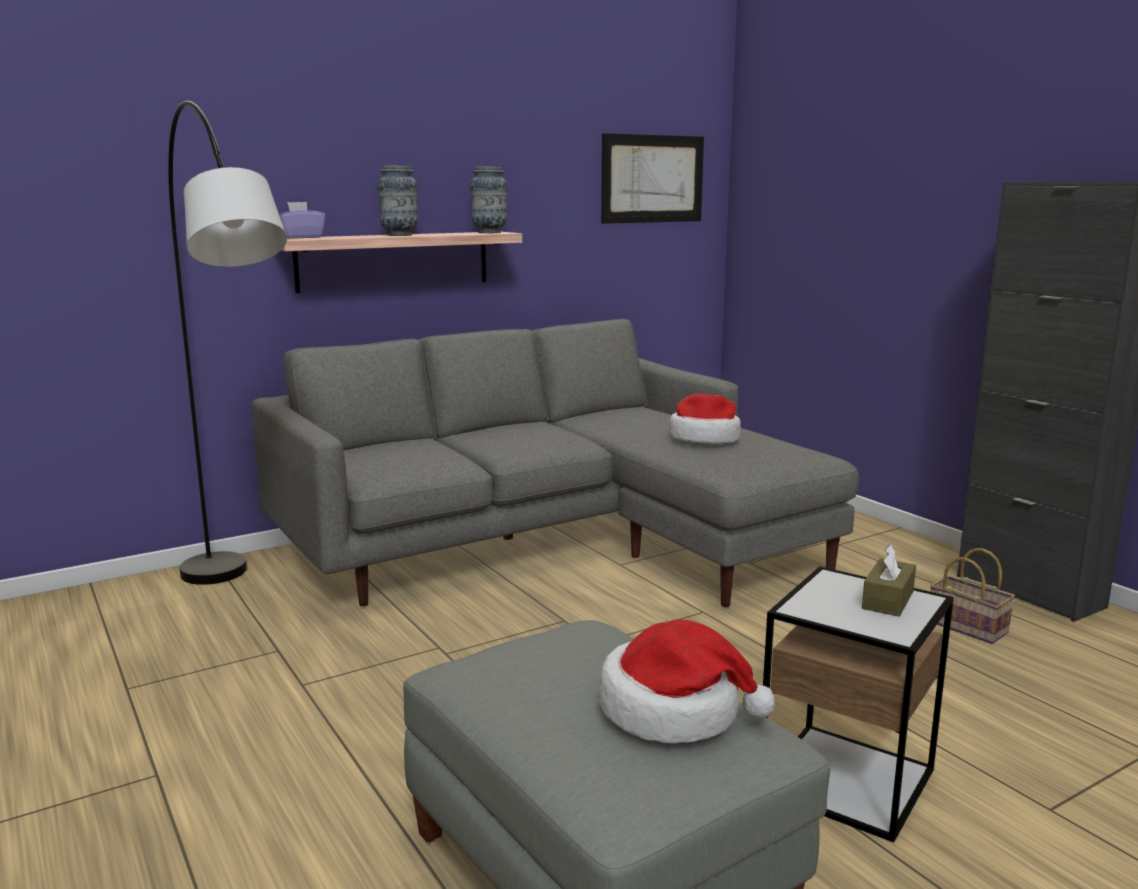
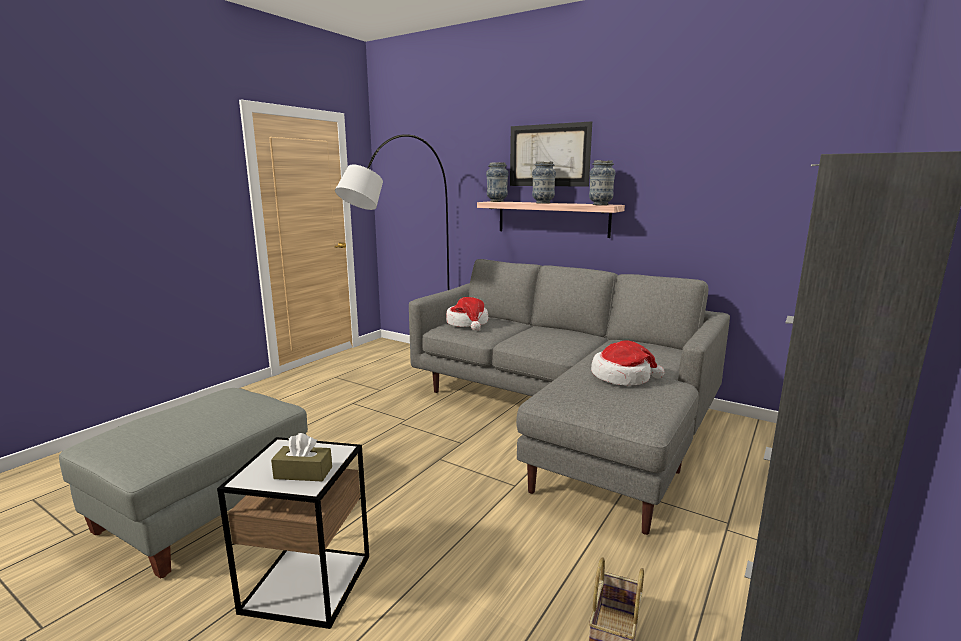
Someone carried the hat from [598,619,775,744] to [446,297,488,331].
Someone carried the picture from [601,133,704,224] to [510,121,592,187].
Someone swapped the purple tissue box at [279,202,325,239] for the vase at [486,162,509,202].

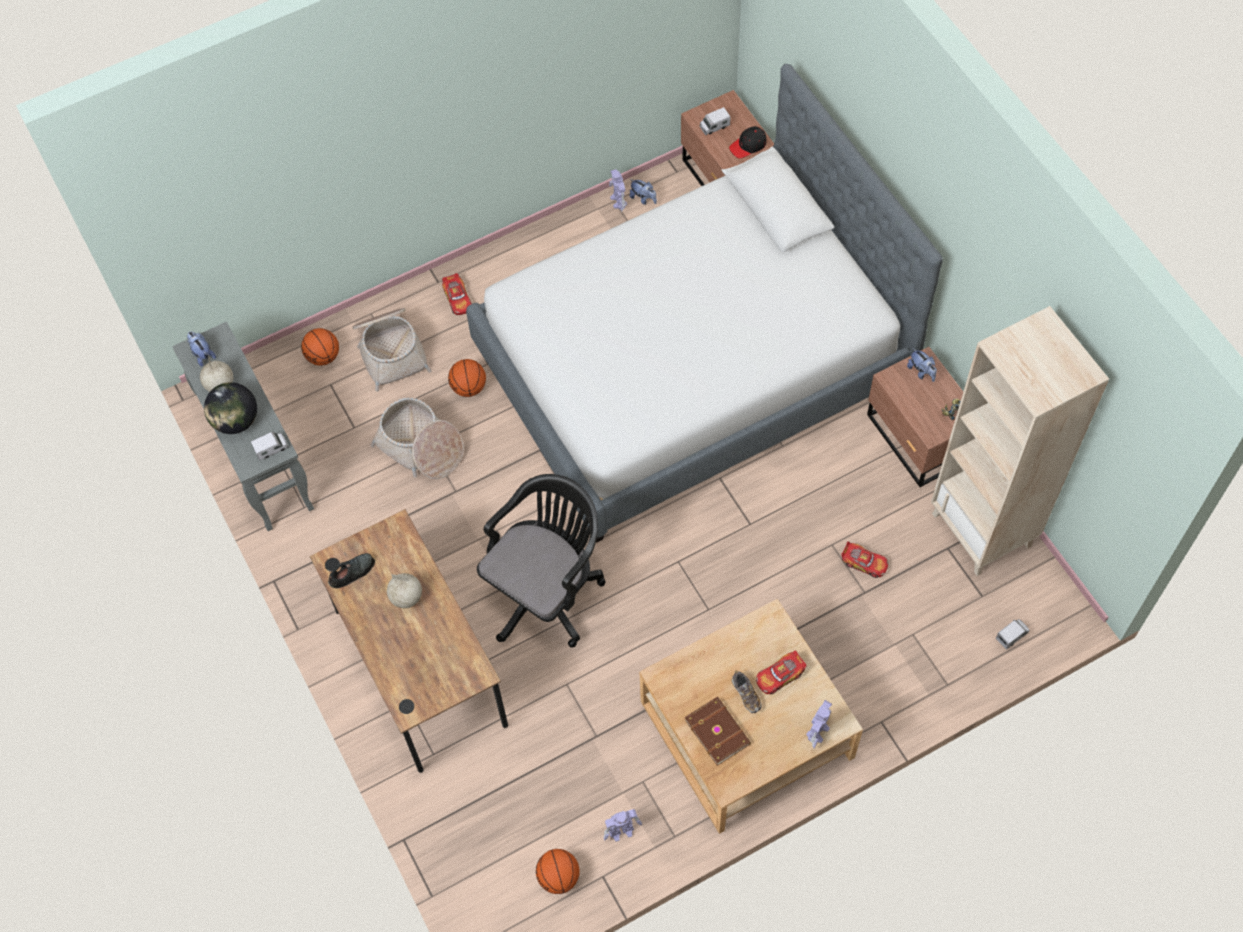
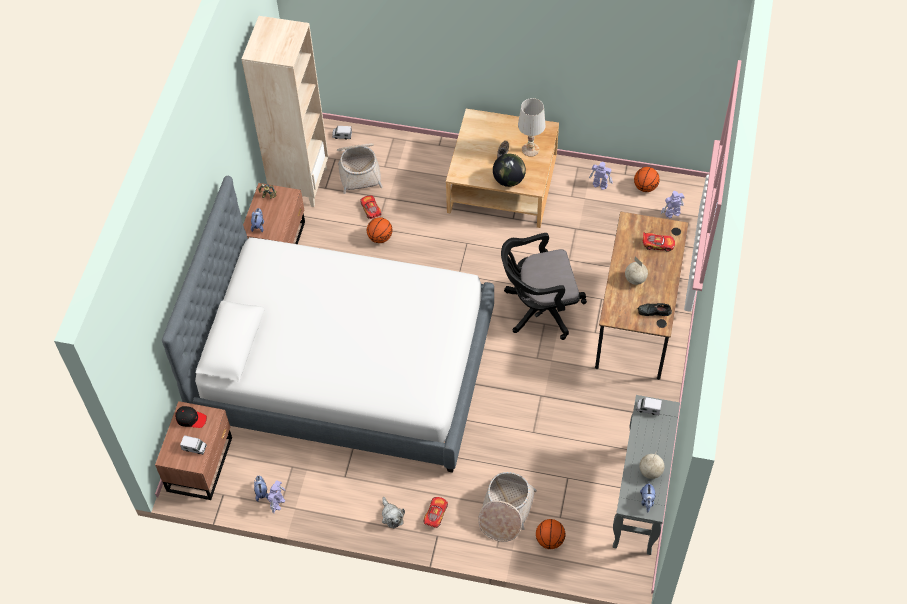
Someone put down the plush toy at [382,497,405,529].
Someone carried the globe from [204,382,257,434] to [493,154,526,187].
Someone carried the basket from [371,398,464,479] to [337,143,383,194].
Someone carried the basketball from [448,359,486,397] to [367,217,393,243].
Someone carried the toy car from [756,650,807,694] to [643,232,675,252].
Someone carried the toy robot from [806,700,832,748] to [661,191,684,218].
Someone swapped the brown book at [685,697,751,766] for the white table lamp at [518,98,546,157].

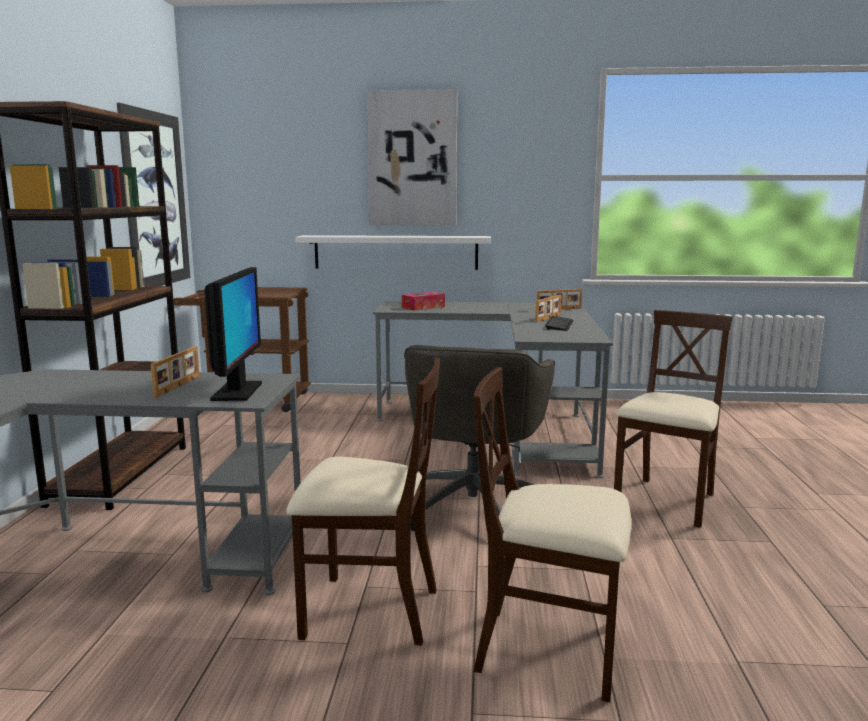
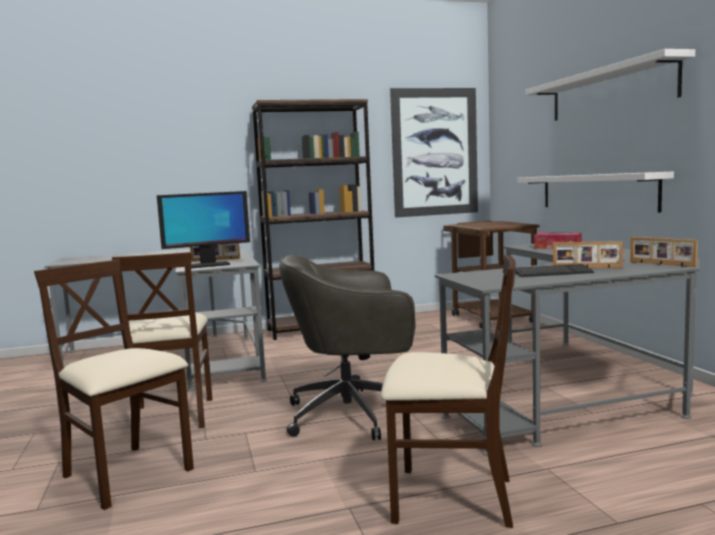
Someone swapped the picture at [366,89,457,226] for the white shelf at [525,49,695,121].
Someone rotated the beige chair at [473,367,631,702] by 45 degrees counterclockwise.

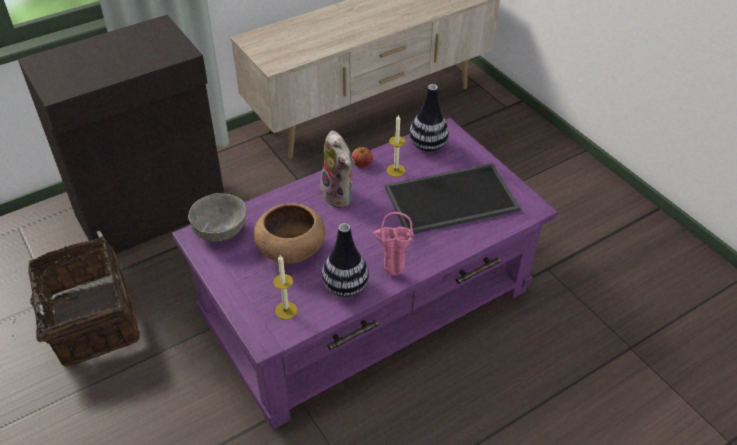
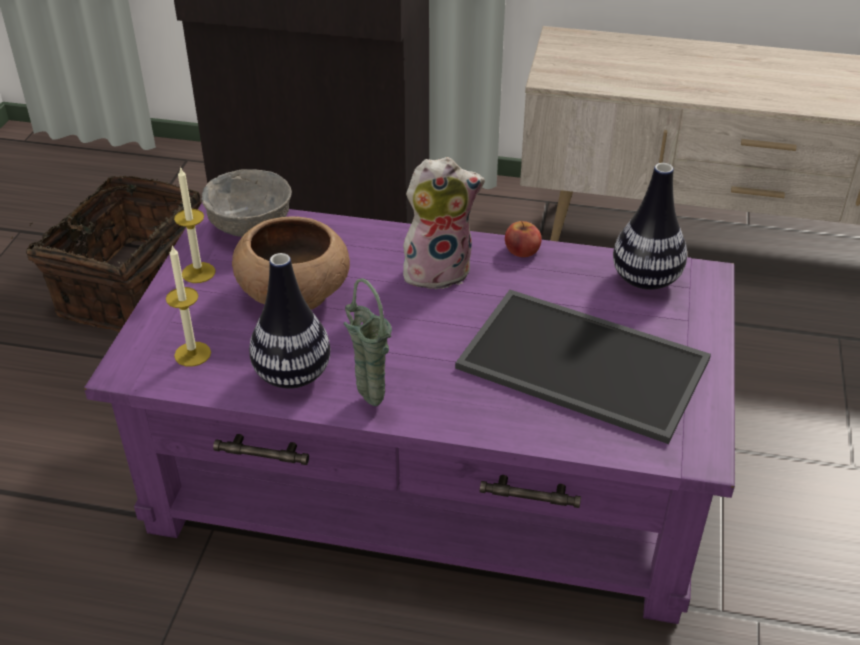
Someone carried the candle from [387,114,405,177] to [174,166,215,283].
Someone repainted the pink vase at [373,212,414,275], which became the green vase at [344,278,392,406].
Someone rotated the plush toy at [320,130,355,208] by 120 degrees counterclockwise.

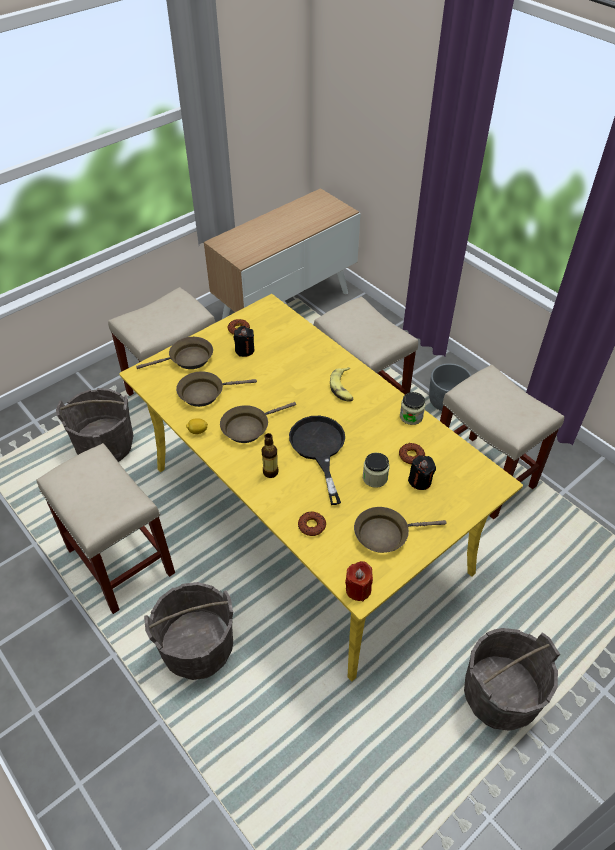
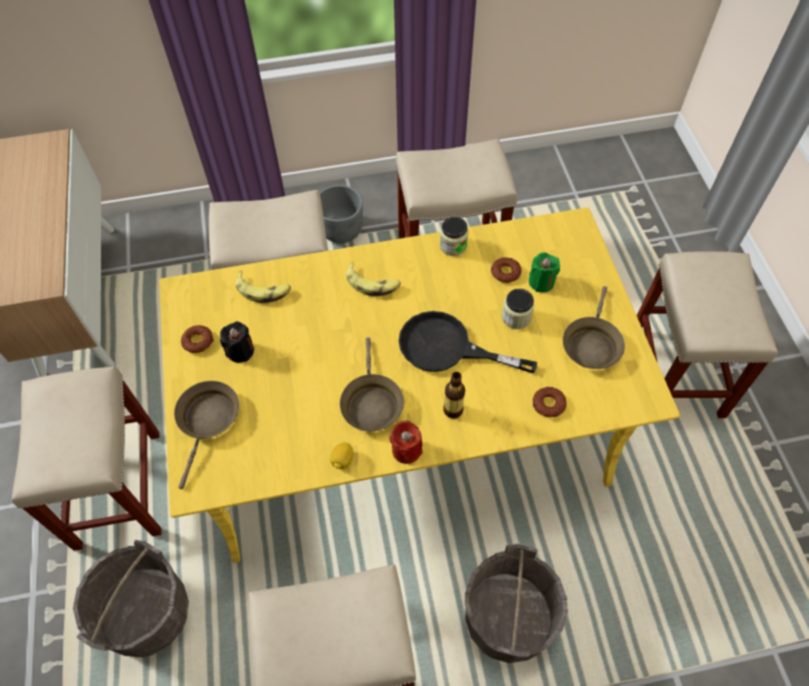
Someone took away the brown frying pan at [176,371,257,407].
Someone put down the banana at [235,270,291,303].
Someone carried the red candle from [345,561,373,602] to [389,420,423,464].
Someone swapped the grey bucket at [464,628,560,731] for the beige stool at [637,251,778,418].
Someone repainted the black candle at [408,455,436,490], which became the green candle at [529,253,560,292].

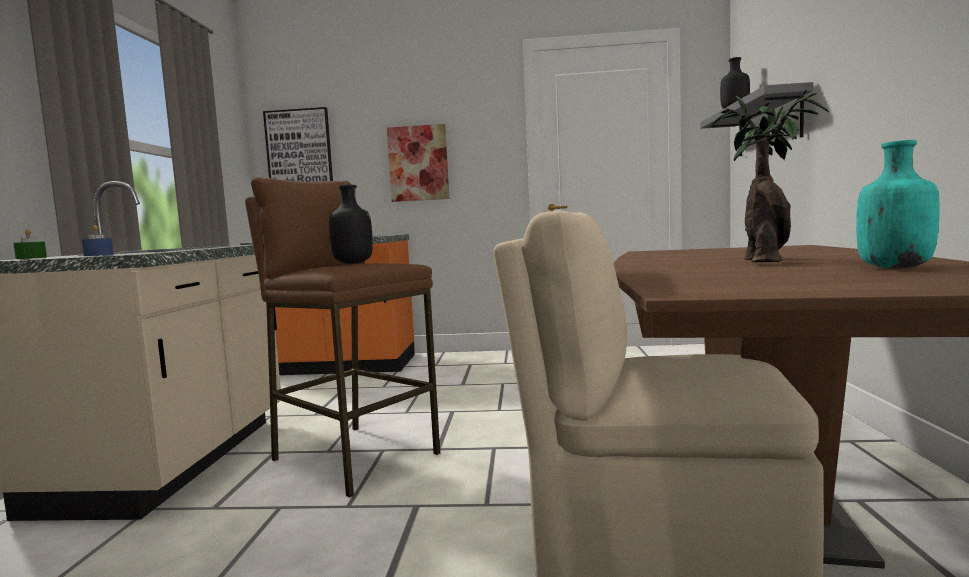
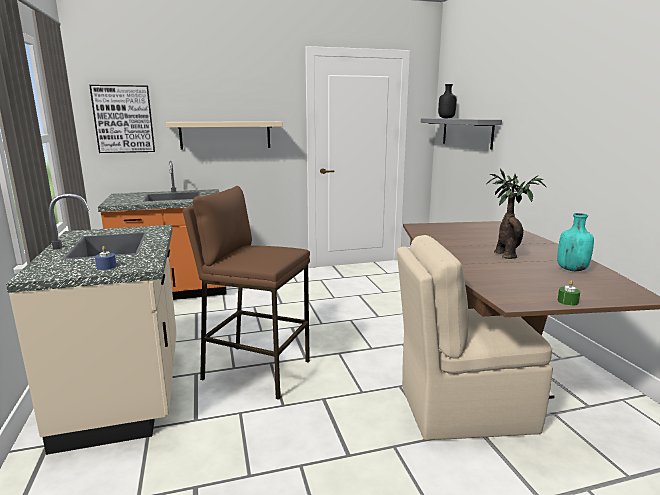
Someone took away the black bottle at [329,185,373,264].
Someone carried the green candle from [13,229,47,259] to [558,280,580,306].
Someone swapped the picture at [387,124,449,202] for the beige shelf at [166,121,283,150].

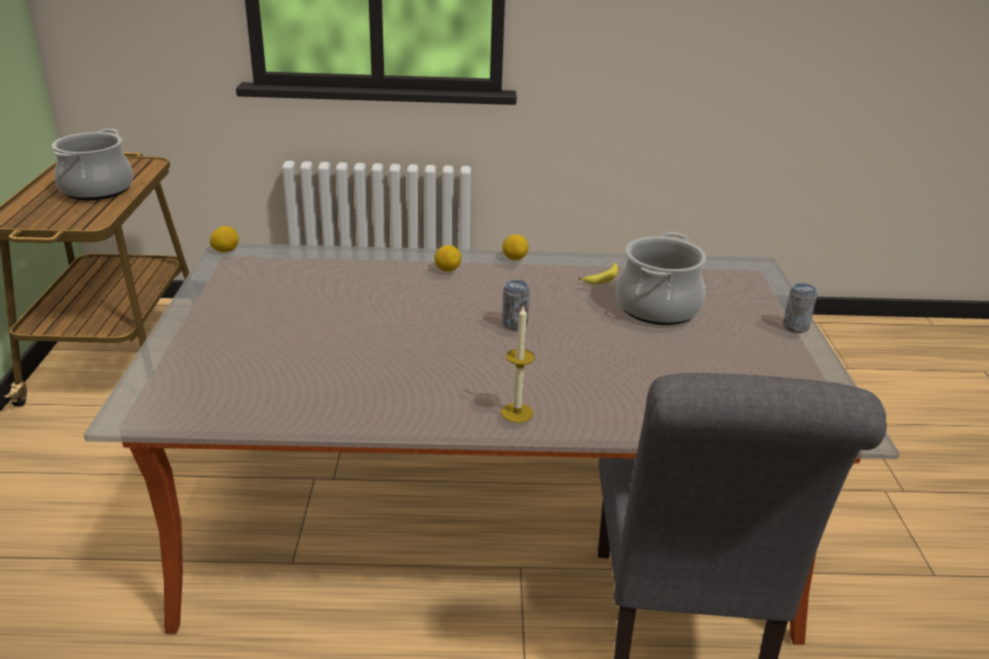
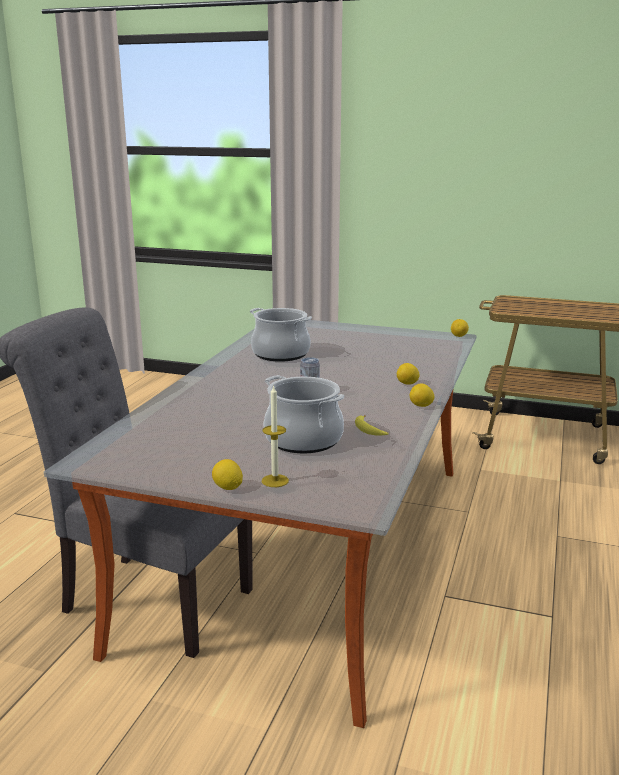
Someone carried the cooking pot from [52,129,133,200] to [250,308,312,362].
Someone carried the candle from [501,305,535,423] to [262,385,289,487].
Someone swapped the can at [783,283,817,333] for the lemon at [212,459,243,490].

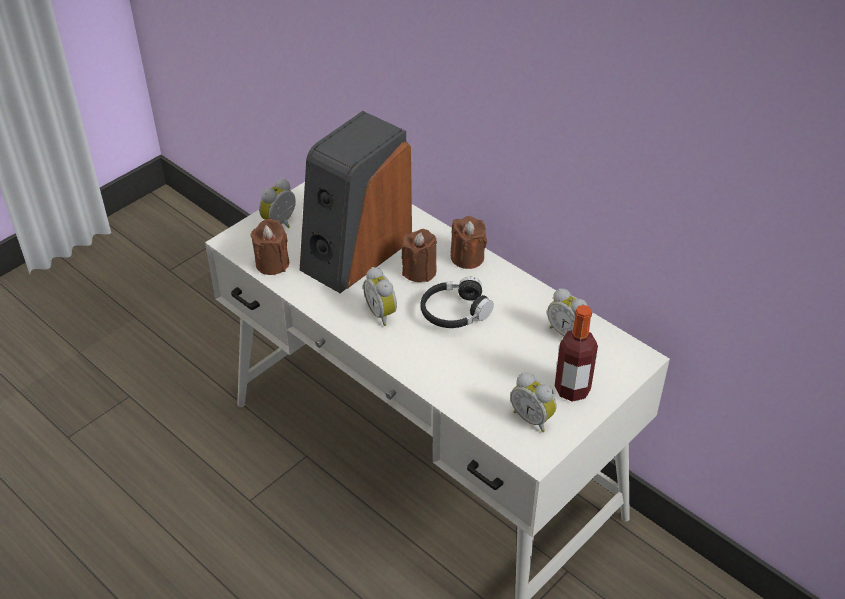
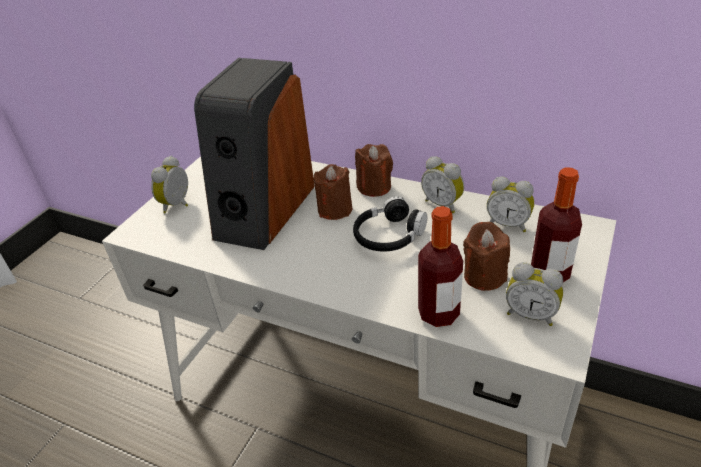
Someone put down the bottle at [418,206,463,327].
Someone carried the brown candle from [250,219,289,275] to [463,222,510,291].
Someone carried the alarm clock from [363,267,397,326] to [421,156,464,213].

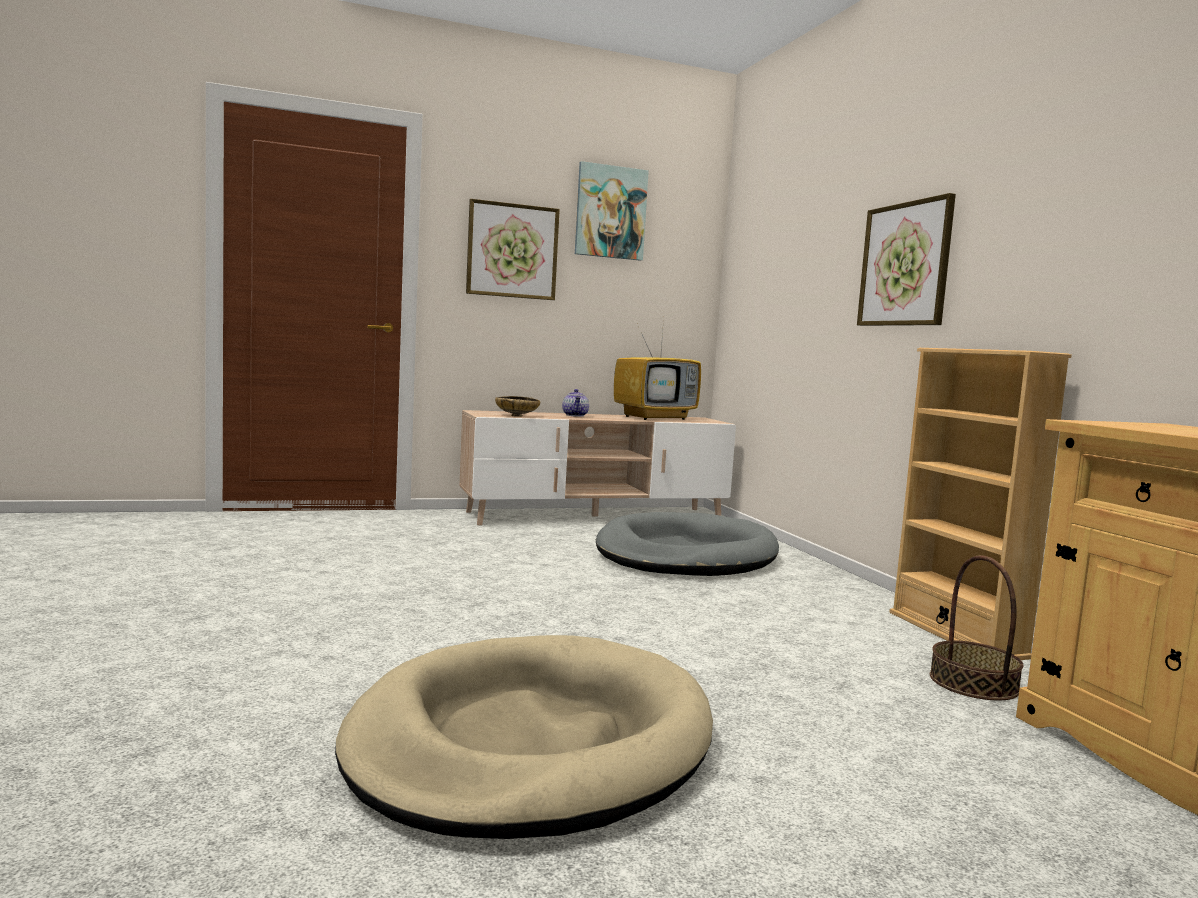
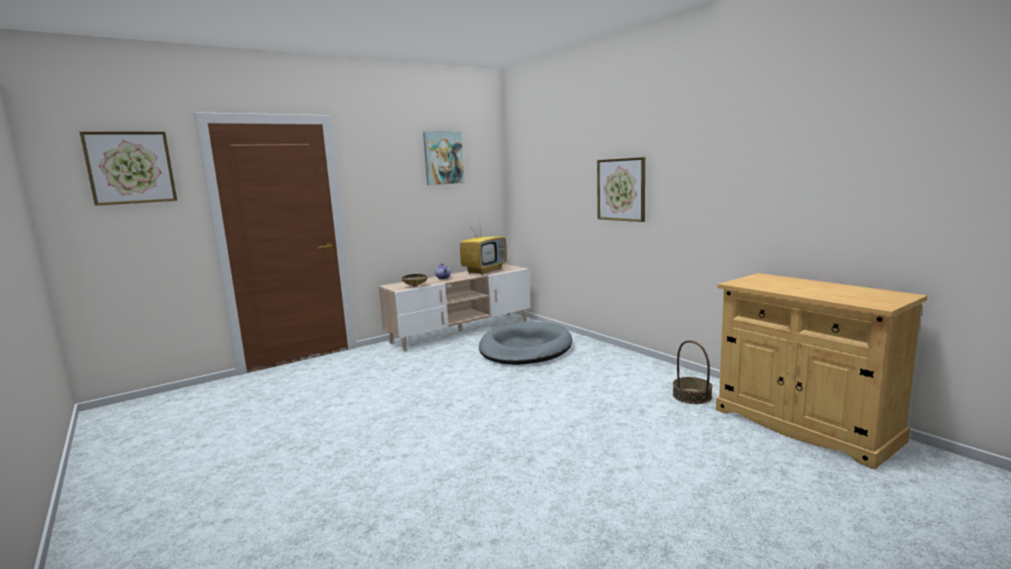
Someone took away the beige dog bed at [335,635,713,839].
Someone took away the beige bookcase at [889,348,1072,660].
Someone carried the picture from [466,199,560,300] to [80,132,177,206].

